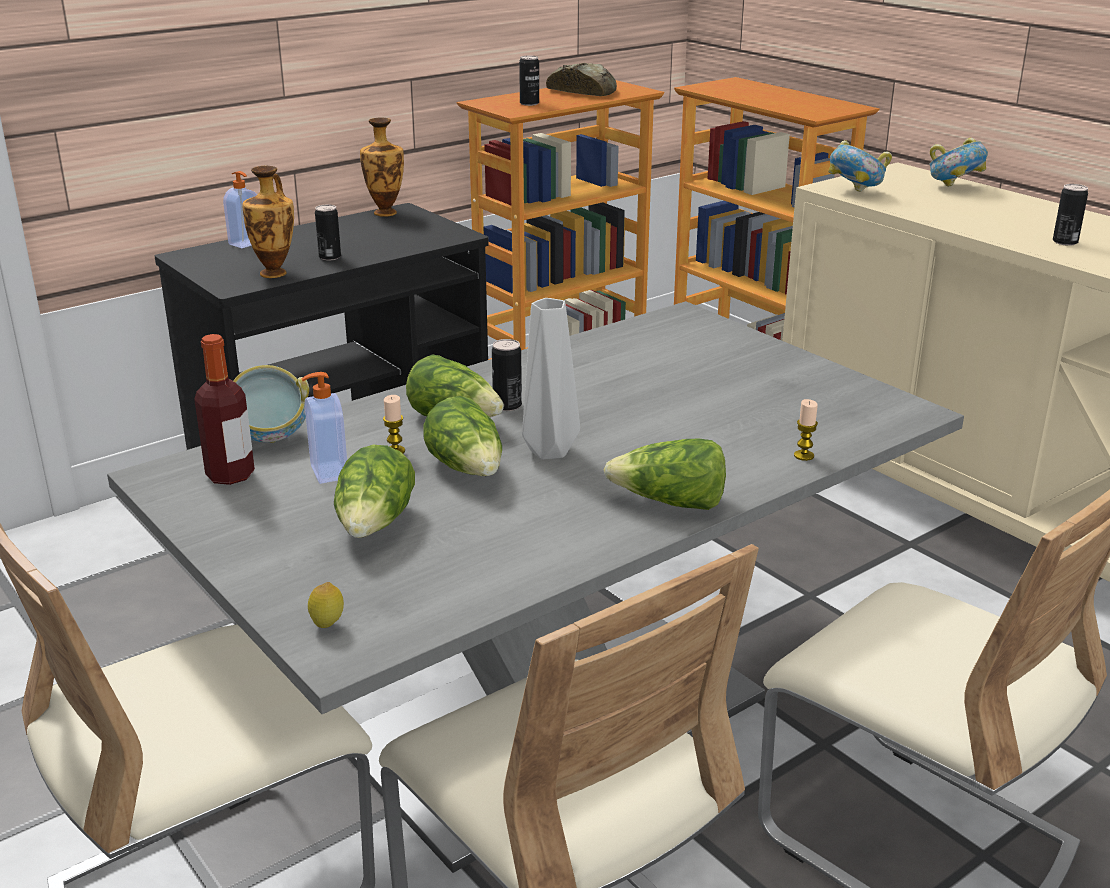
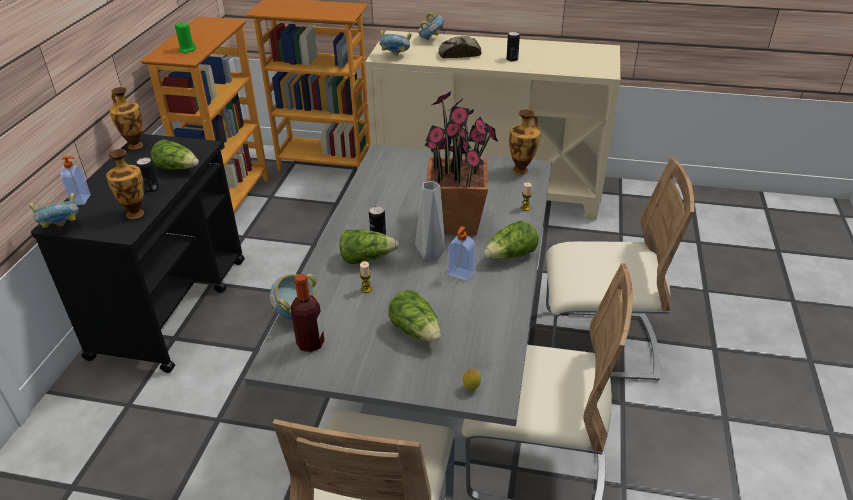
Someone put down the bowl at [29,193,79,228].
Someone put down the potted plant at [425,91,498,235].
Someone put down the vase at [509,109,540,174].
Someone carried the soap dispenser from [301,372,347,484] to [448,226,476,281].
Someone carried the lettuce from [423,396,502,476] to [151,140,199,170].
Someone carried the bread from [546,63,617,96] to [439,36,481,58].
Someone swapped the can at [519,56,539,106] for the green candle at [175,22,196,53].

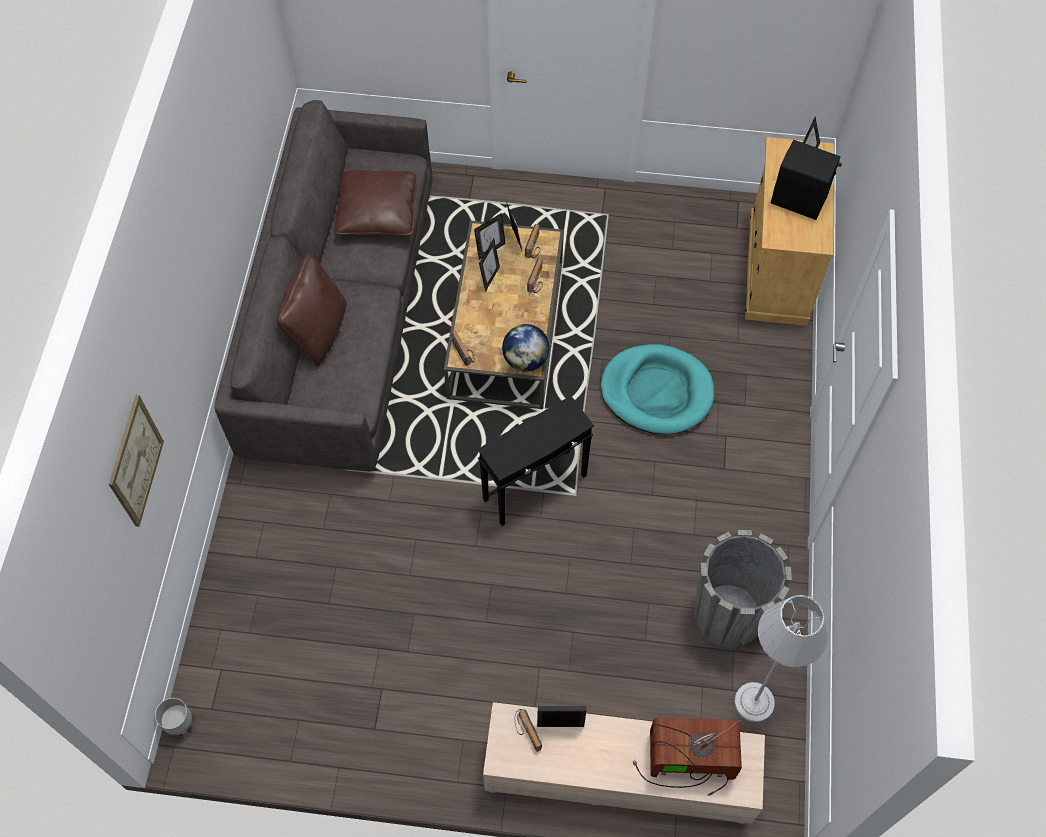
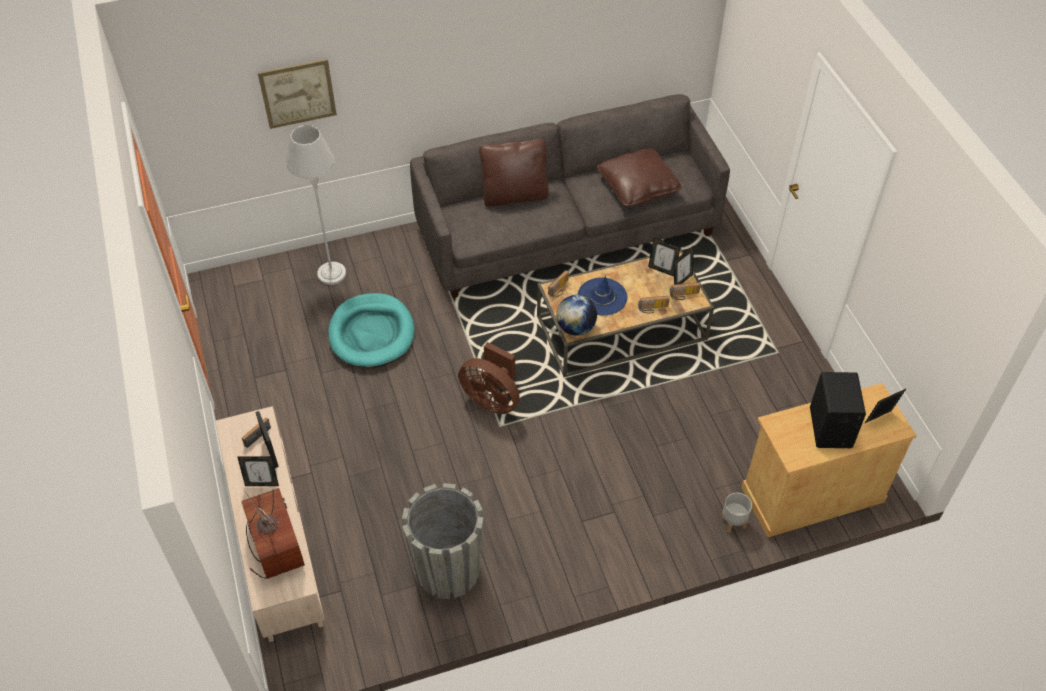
Someone put down the blue hat at [578,276,627,315].
Someone carried the grey planter from [155,698,196,738] to [721,493,752,533].
Someone carried the picture frame from [479,239,500,292] to [237,457,279,486].
Someone carried the turquoise dog bed from [601,344,714,434] to [328,293,415,368].
Someone carried the grey floor lamp from [734,595,828,722] to [286,125,346,285].
Someone swapped the black side table at [477,396,594,526] for the brown fan at [458,342,520,414].

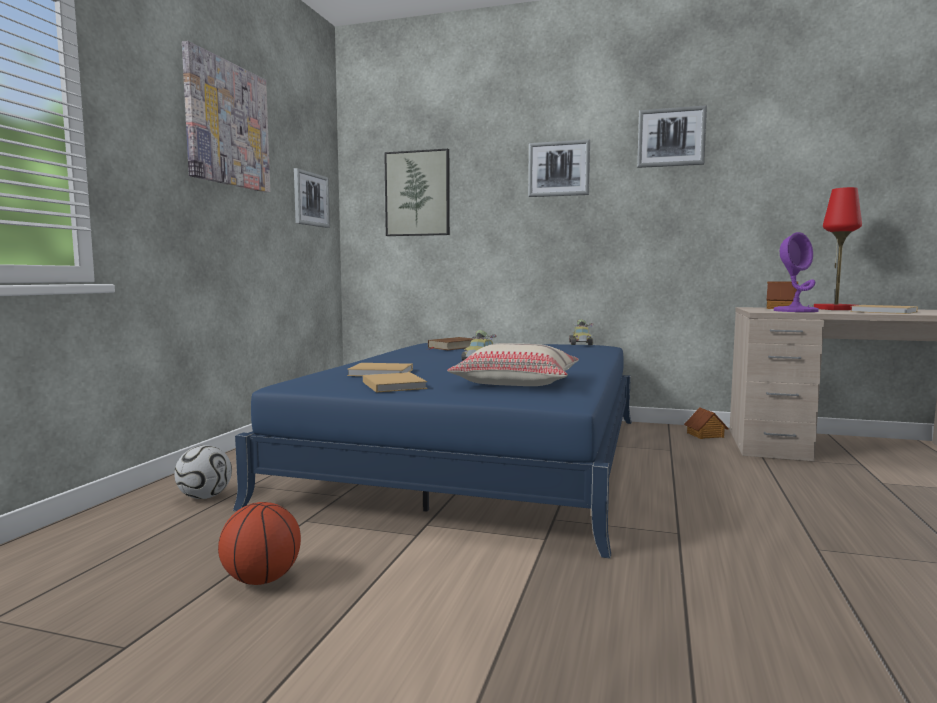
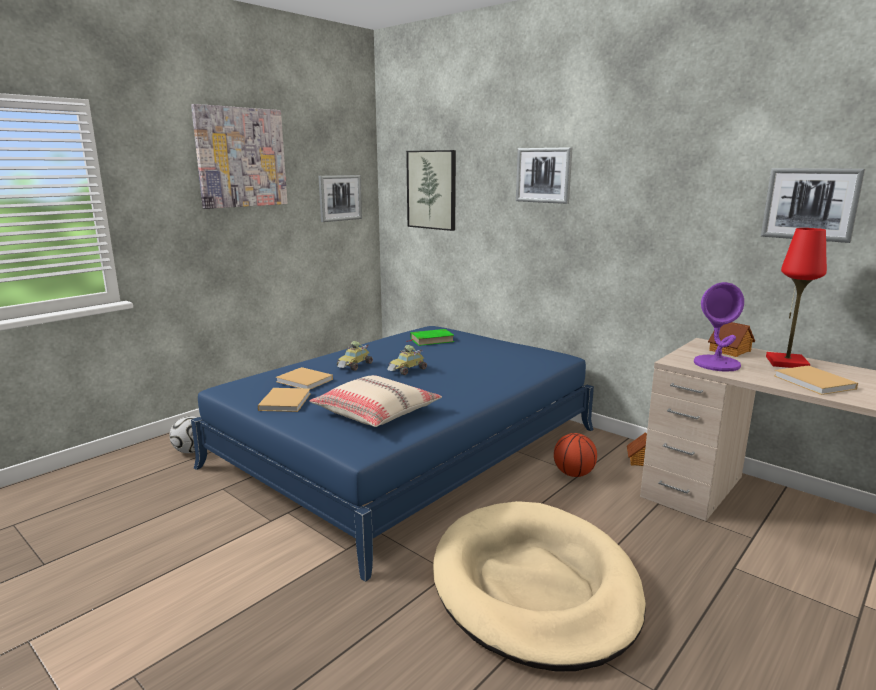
Someone put down the beige dog bed at [433,501,646,672].
Someone carried the basketball from [218,502,301,585] to [554,433,597,477].
Someone carried the toy car from [569,319,593,345] to [337,341,373,371].
Someone carried the picture from [637,105,707,168] to [761,168,865,243].
Someone repainted the brown book at [428,337,473,350], which became the green book at [406,329,454,346].

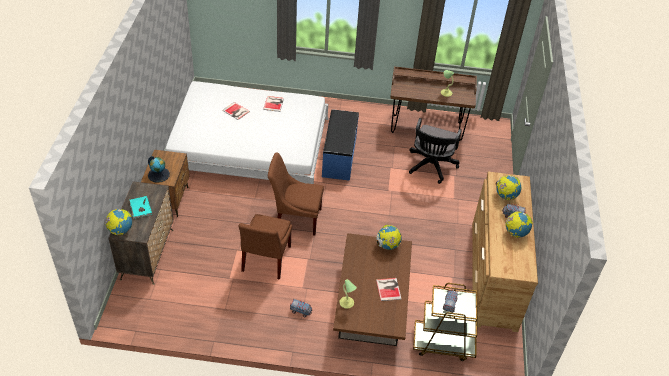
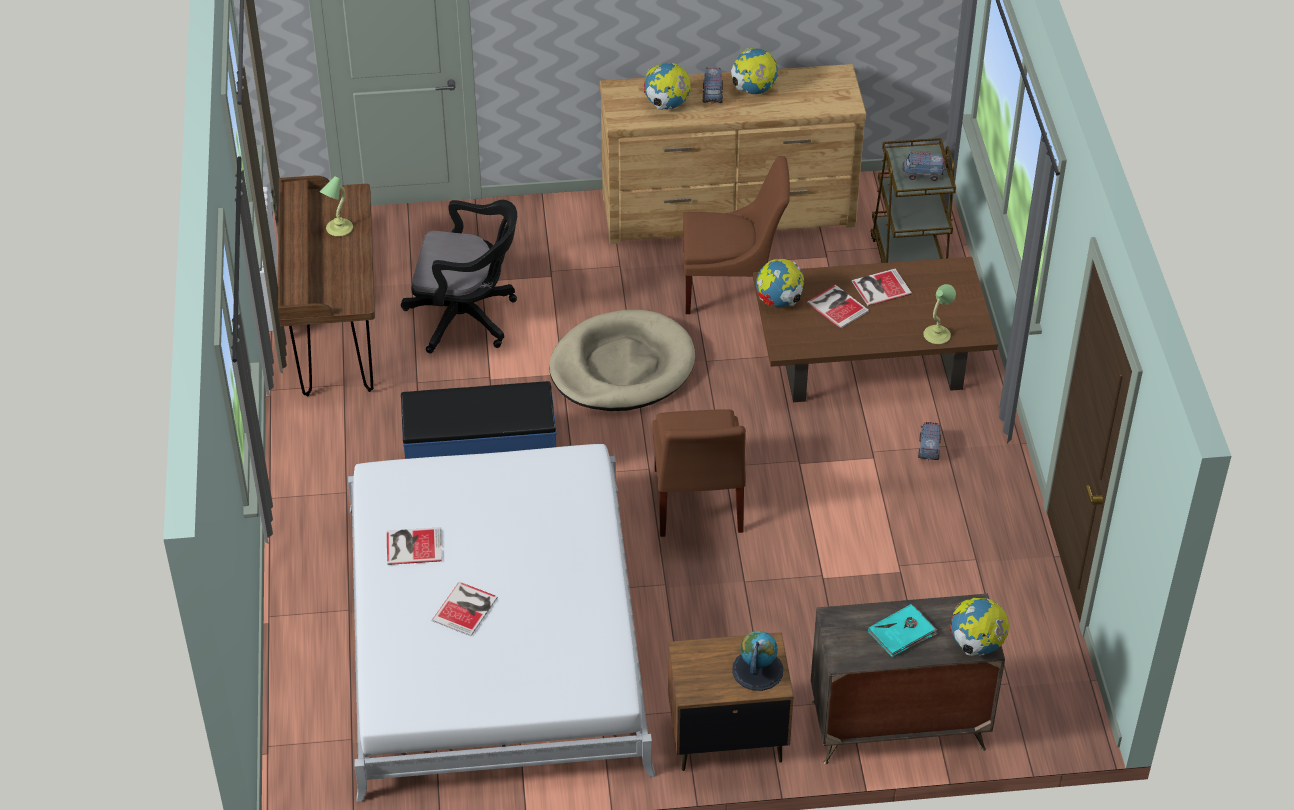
Someone put down the beige dog bed at [550,310,695,411].
Someone put down the book at [807,285,869,329].
Someone carried the brown chair from [239,214,292,280] to [683,156,790,314].

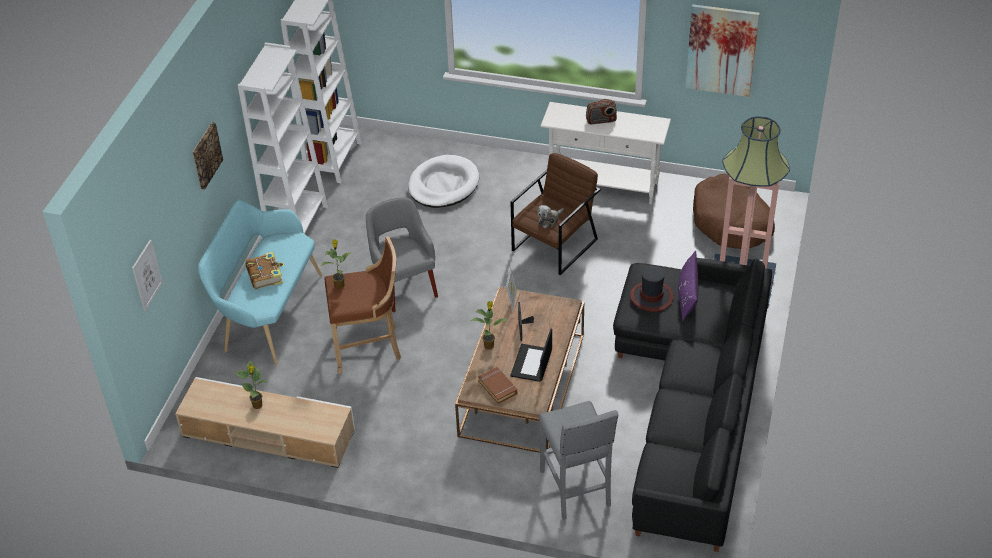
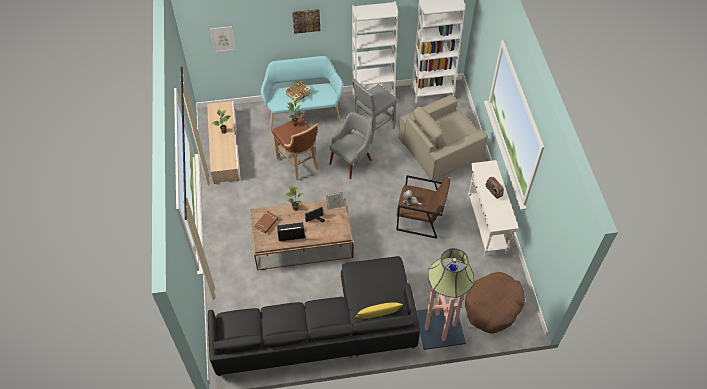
Someone took away the hat at [630,266,674,312].
Someone took away the purple pillow at [678,251,698,321].
Someone took away the picture at [685,5,760,97].
Someone put down the yellow pillow at [355,303,403,319].
Someone carried the grey stool from [539,401,619,520] to [352,79,397,144].
Someone swapped the white dog bed at [408,155,479,208] for the beige armchair at [399,95,488,180].

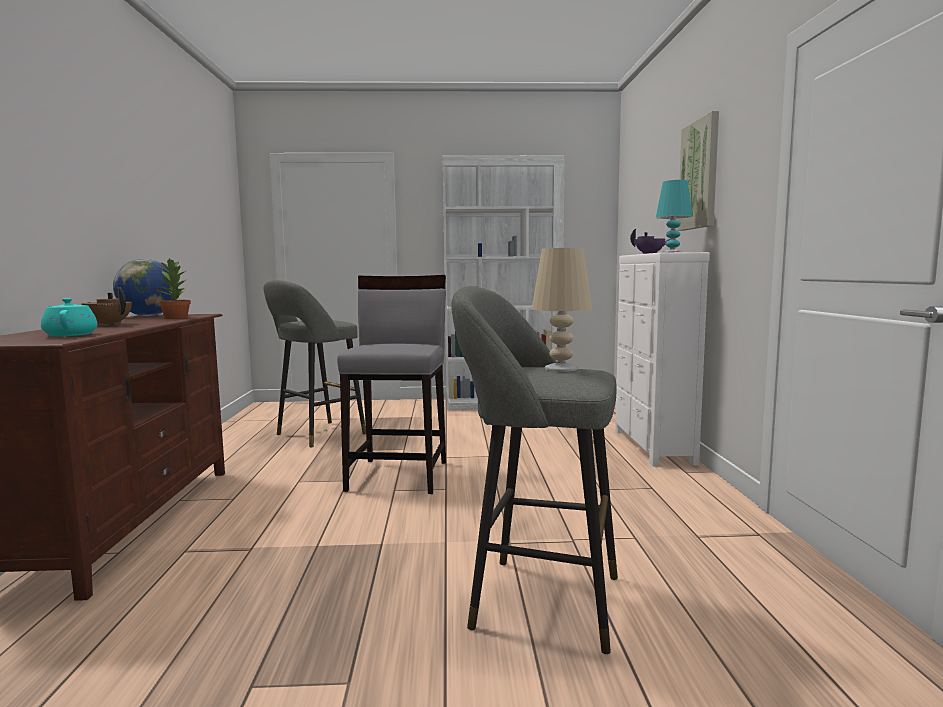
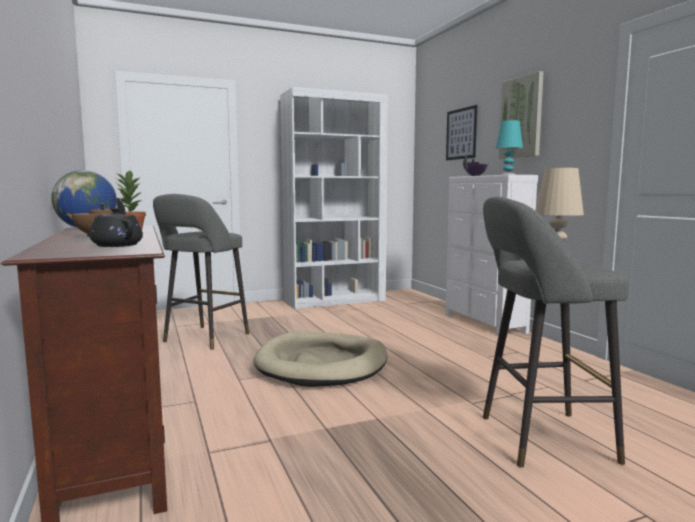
Someone put up the picture at [446,105,477,160].
Someone swapped the grey stool at [337,275,446,494] for the beige dog bed at [254,331,387,387].
Someone repainted the turquoise teapot at [41,298,97,336], which became the black teapot at [90,208,143,247].

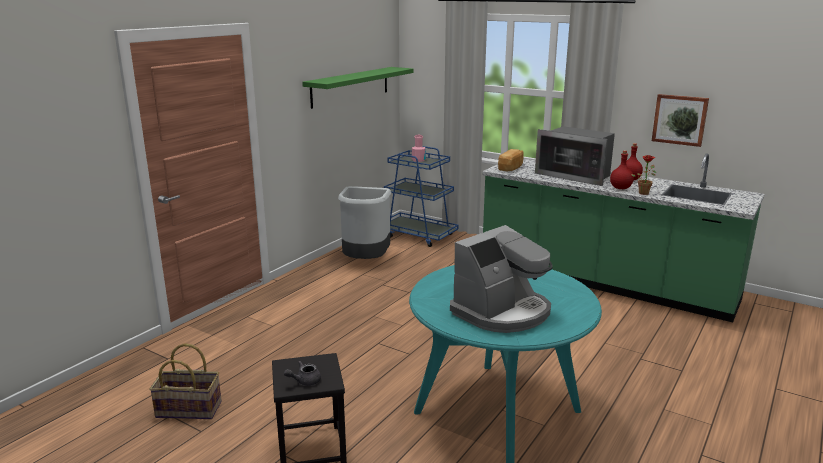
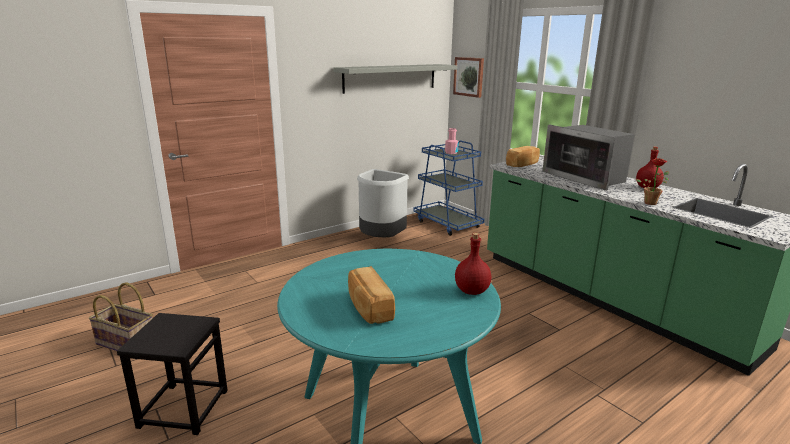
Someone took away the grey teapot at [284,361,321,386].
Someone carried the red bottle from [610,150,634,189] to [455,233,491,295].
Someone carried the picture from [652,94,709,147] to [453,57,484,98].
Someone swapped the coffee machine at [450,225,553,333] for the bread at [348,266,395,324].
Someone repainted the green shelf at [302,67,414,109], which became the grey shelf at [334,64,457,94].

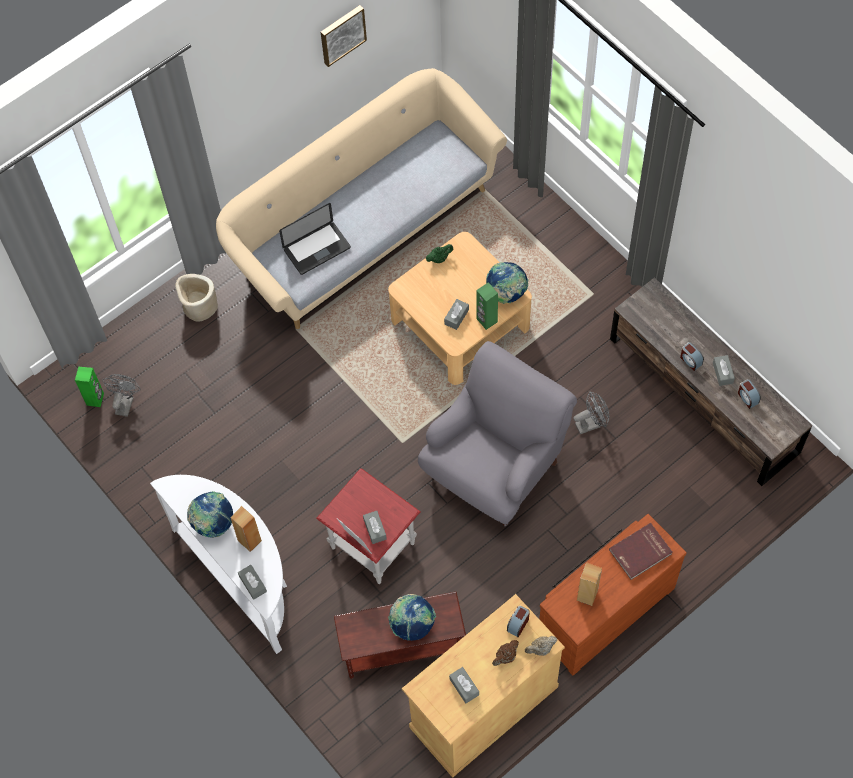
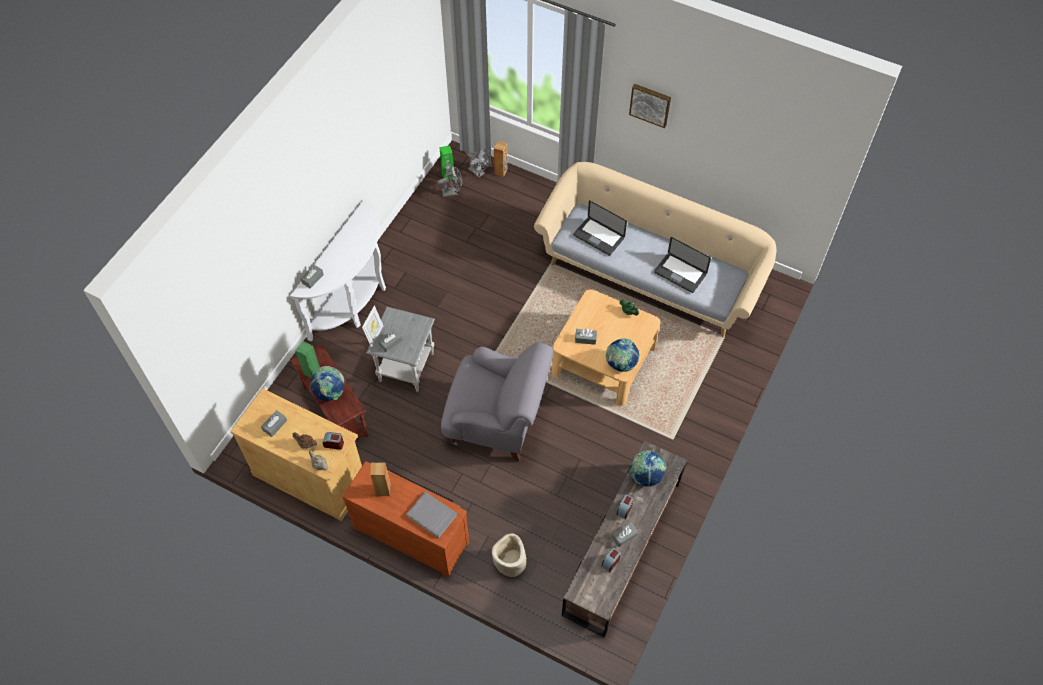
Someone put down the laptop at [654,237,711,293].
Someone carried the beige planter from [175,274,218,322] to [492,533,527,577].
Someone carried the globe from [187,491,233,538] to [630,450,666,487].
Someone carried the brown speaker from [230,506,262,552] to [494,141,508,177].
Someone carried the picture from [321,5,367,67] to [629,84,671,128].
Someone carried the green speaker from [476,282,498,330] to [295,341,320,378].
Someone carried the grey fan from [574,391,610,434] to [468,149,490,178].
Someone repainted the red side table at [316,468,420,584], which became the grey side table at [366,307,435,392].
Someone repainted the red book at [609,523,672,580], which became the grey book at [406,492,458,539].

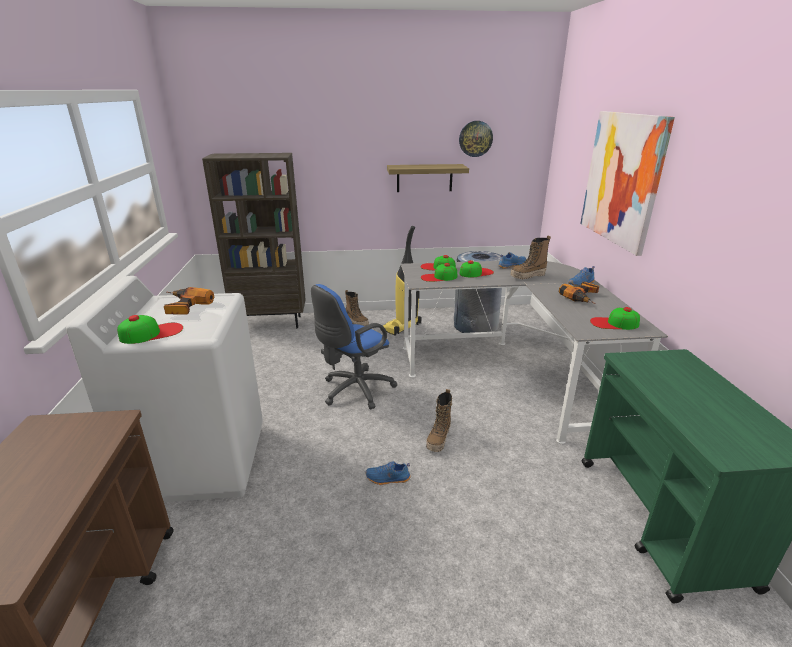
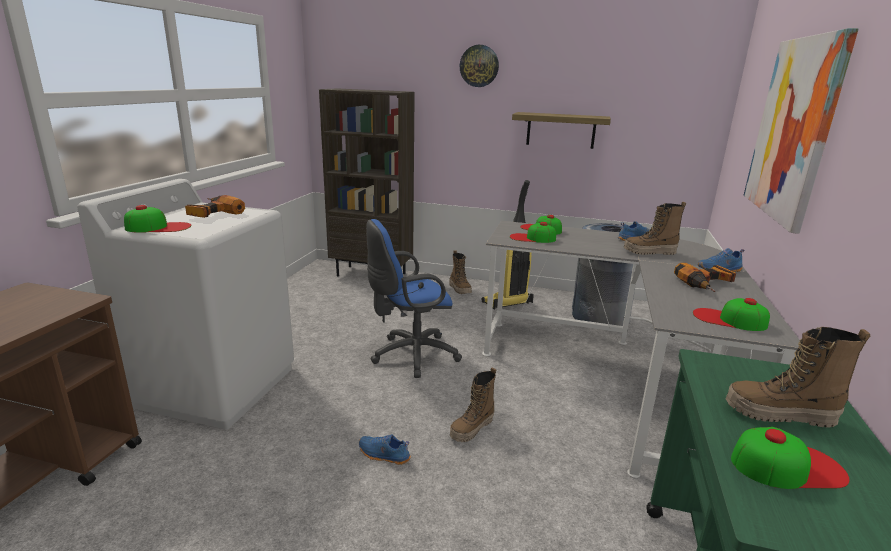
Someone put down the boot at [725,327,870,428].
Someone carried the wall clock from [459,121,493,157] to [460,45,499,87].
Someone carried the cap from [459,260,494,278] to [731,427,849,489].

